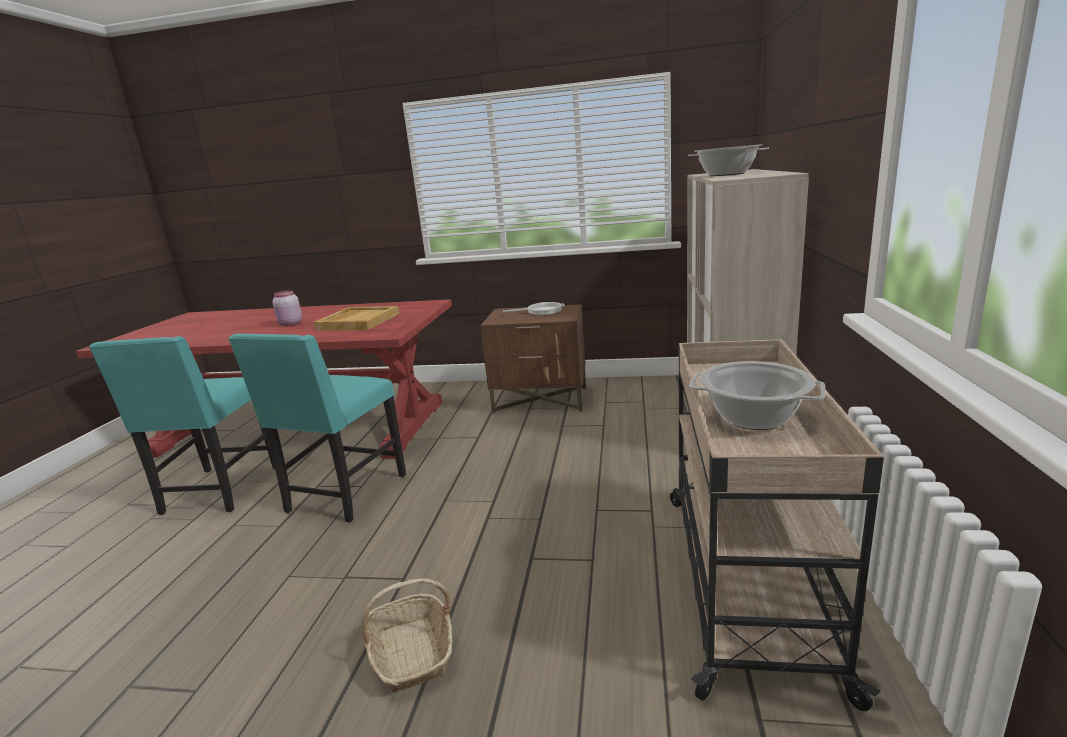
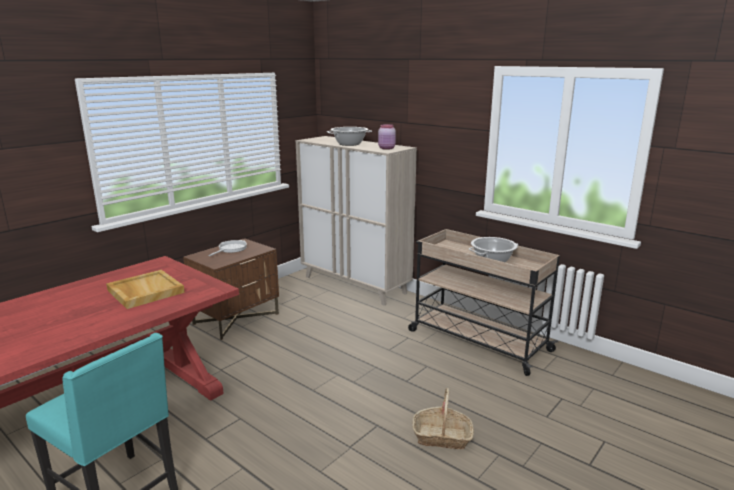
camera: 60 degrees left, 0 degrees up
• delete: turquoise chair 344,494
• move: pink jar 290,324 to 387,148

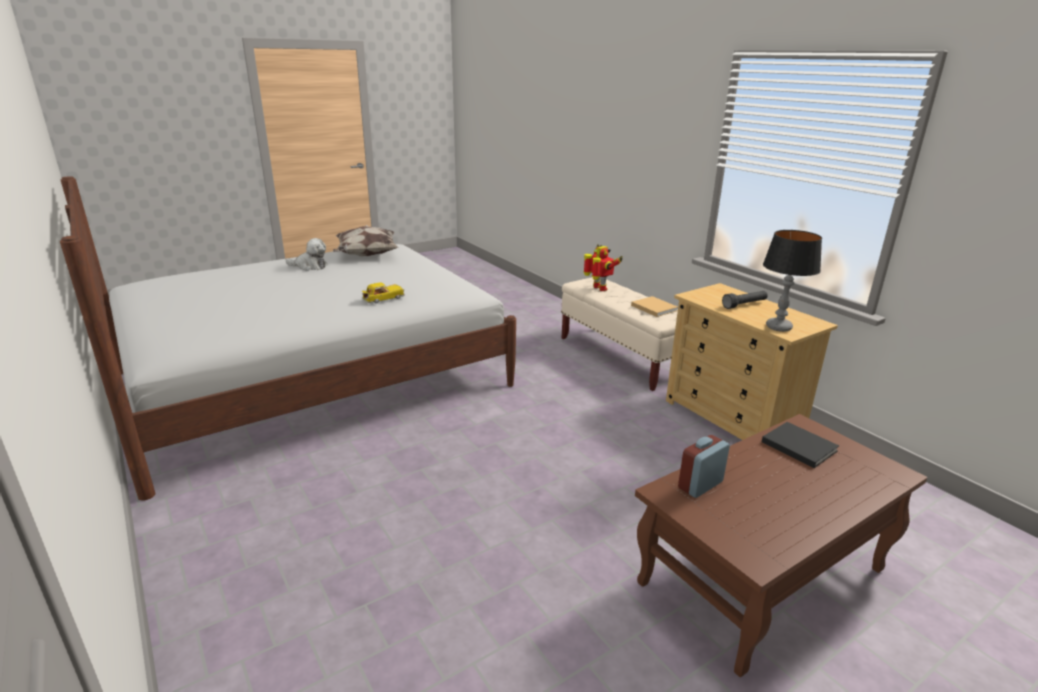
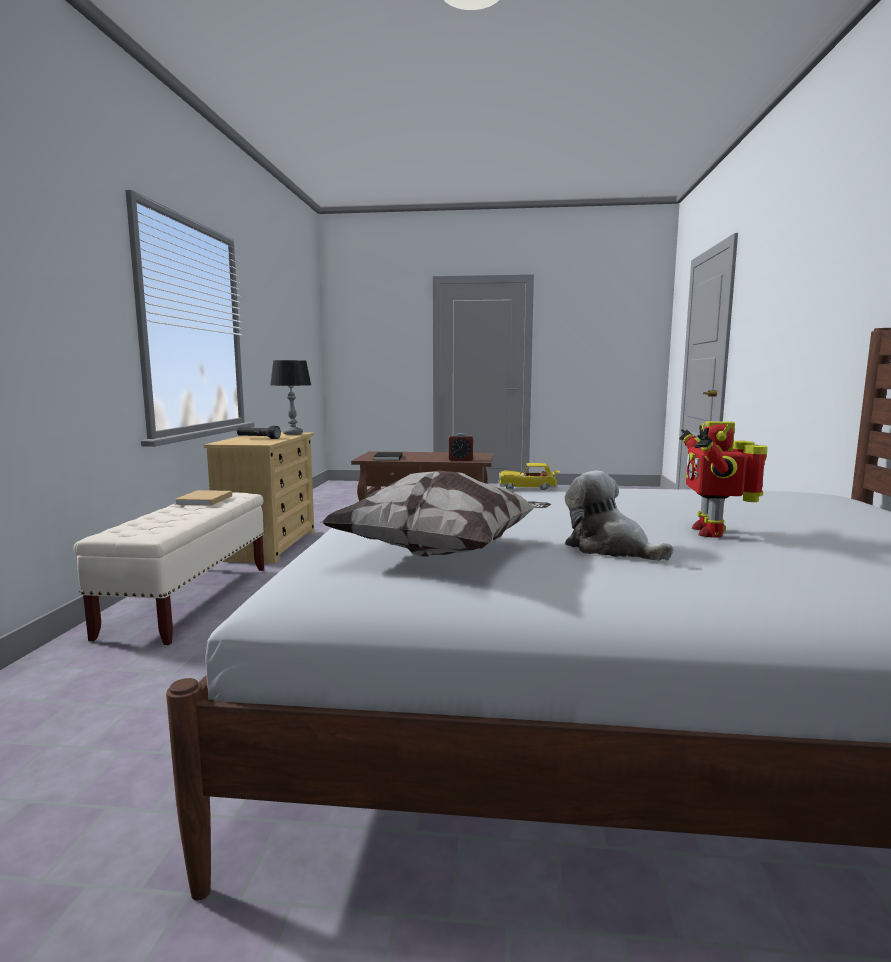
camera: 140 degrees left, 15 degrees down
• move: toy robot 599,289 to 711,532

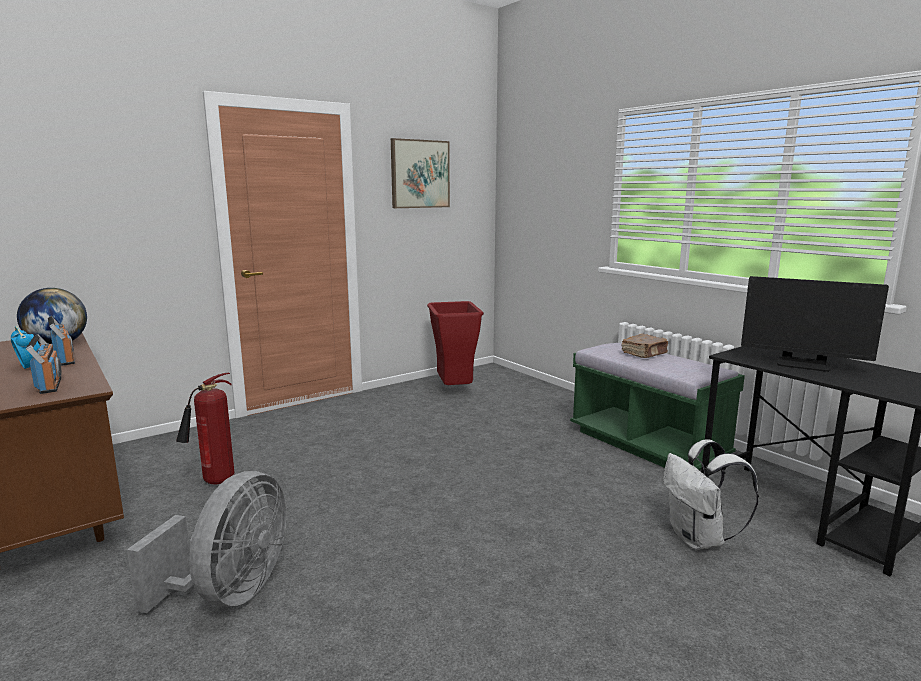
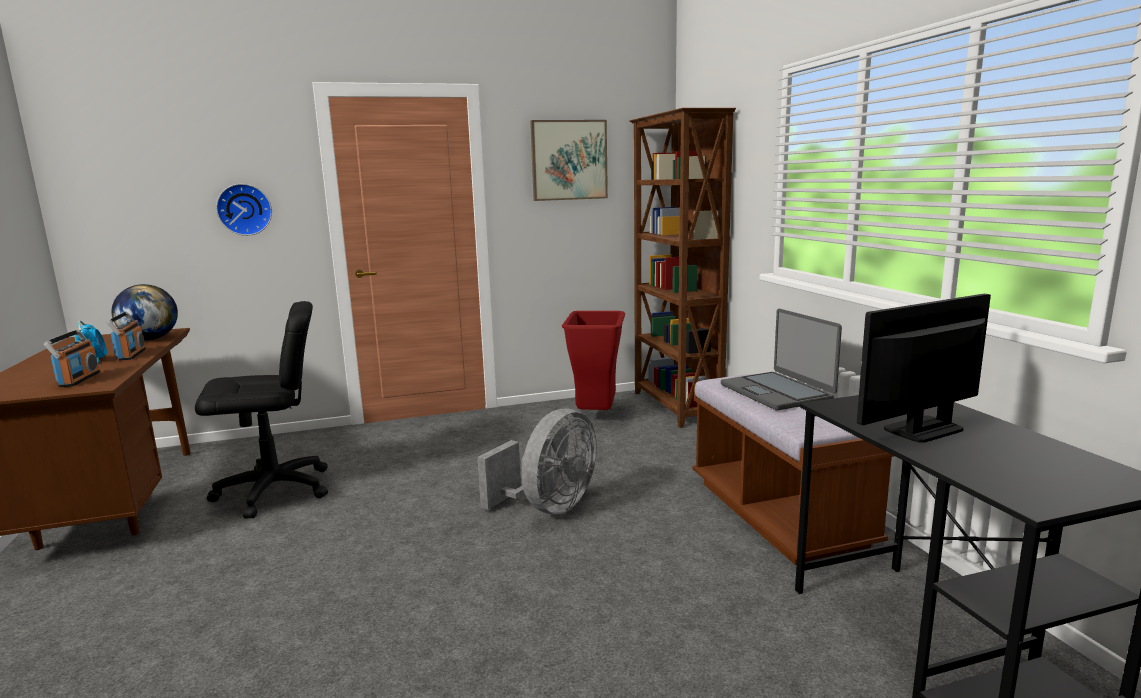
camera: 20 degrees right, 0 degrees up
• delete: white backpack 699,539
• insert: wall clock 245,209
• insert: brown bookcase 675,407
• move: grey fan 230,592 to 549,507
• replace: fire extinguisher 215,482 to black office chair 274,491
• replace: brown book 644,354 to laptop 777,392
• recolor: green bench 647,445 to brown bench 778,513
• rotate: monitor 803,365 = 923,429 105 degrees clockwise

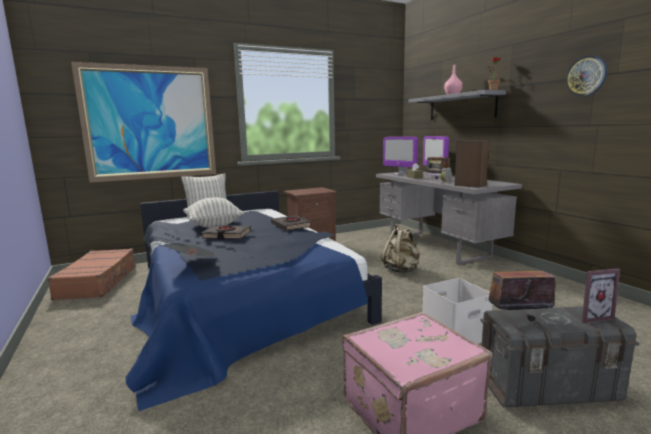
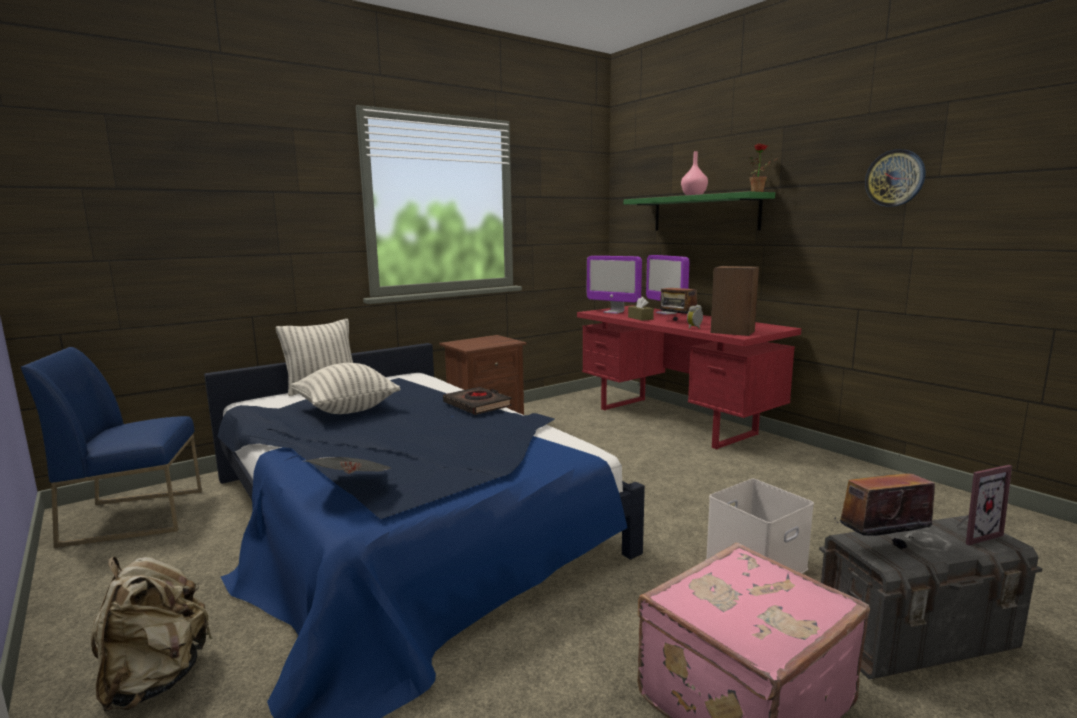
camera: 10 degrees left, 0 degrees up
• delete: picture 150,123
• delete: black book 226,235
• move: beige backpack 401,270 to 155,680
• replace: brown suitcase 99,282 to blue chair 136,516
• recolor: grey desk 437,247 to red desk 675,421
• recolor: grey shelf 461,107 to green shelf 704,213

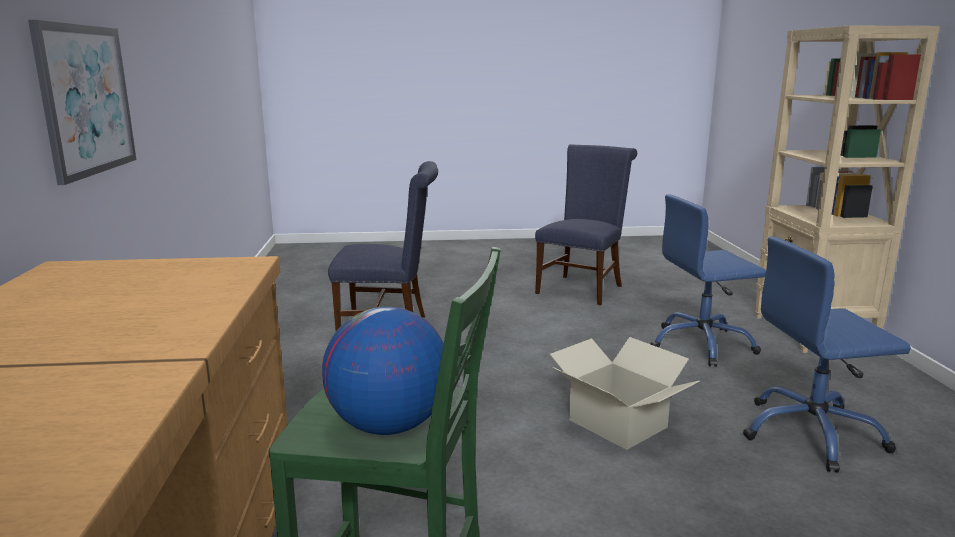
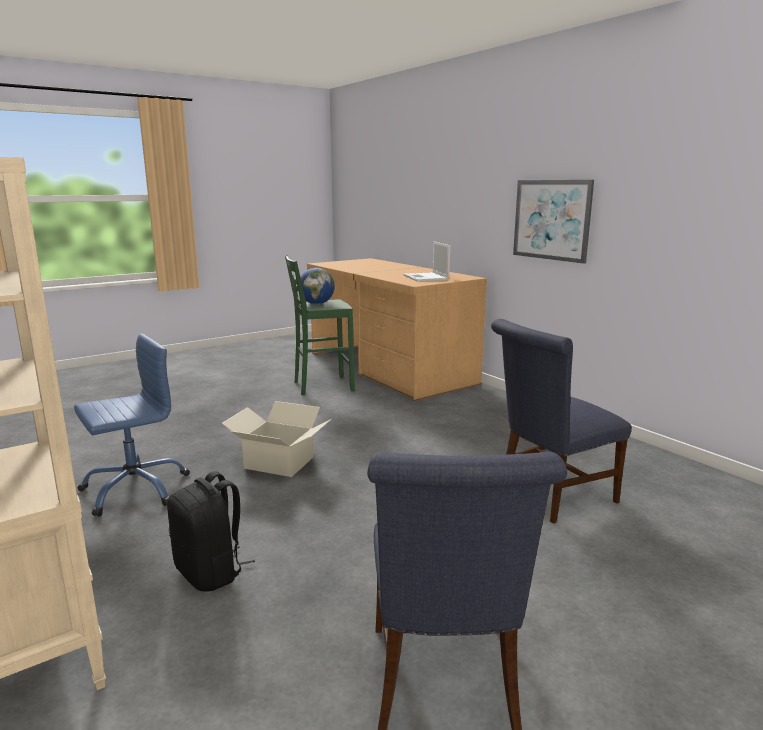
camera: 150 degrees right, 0 degrees up
• insert: laptop 426,278
• replace: blue office chair 701,345 to black backpack 211,572

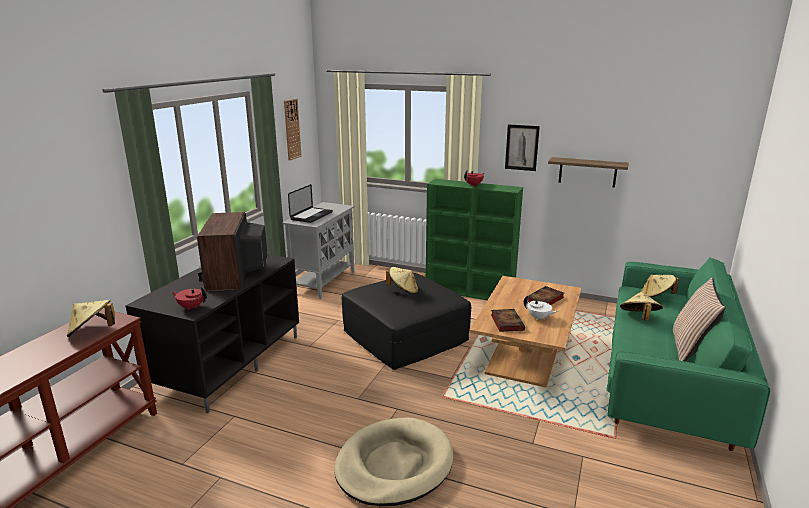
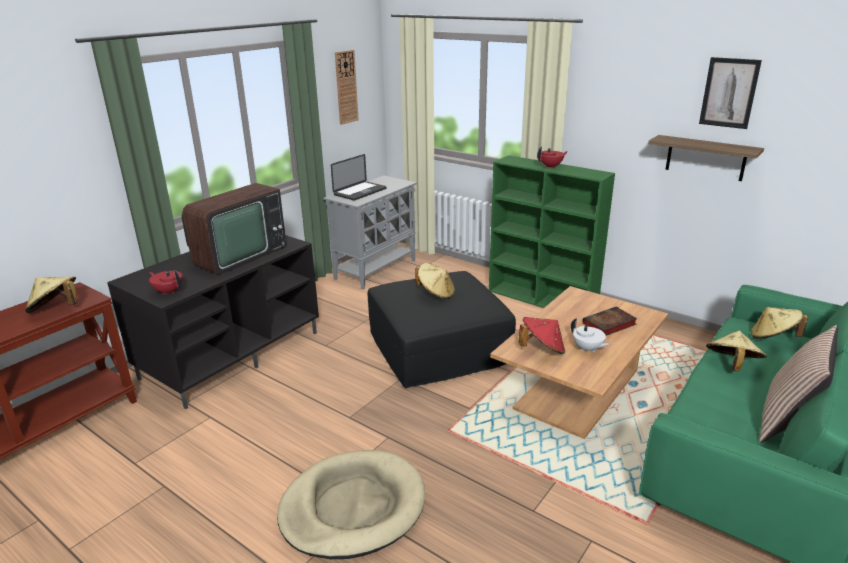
camera: 15 degrees right, 5 degrees up
• move: picture 522,147 to 729,93
• replace: book 506,322 to red hat 542,349
• rotate: television 234,273 = 236,255 150 degrees counterclockwise

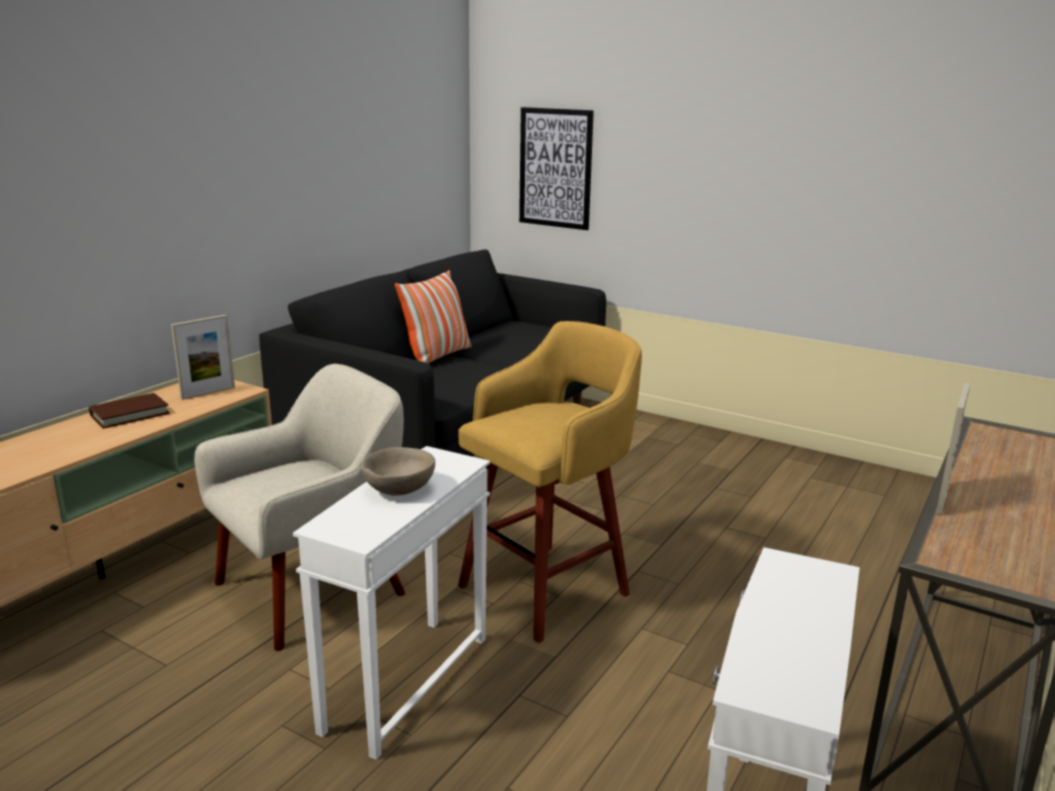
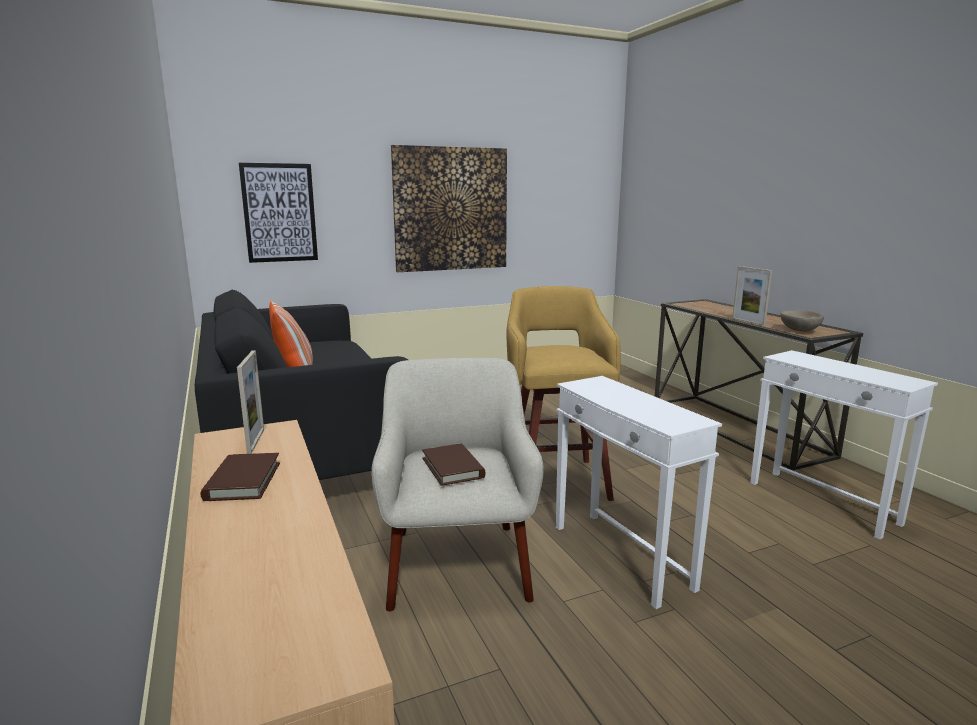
camera: 55 degrees left, 5 degrees down
• insert: picture 451,209
• insert: brown book 453,468
• move: beige bowl 399,489 to 799,330

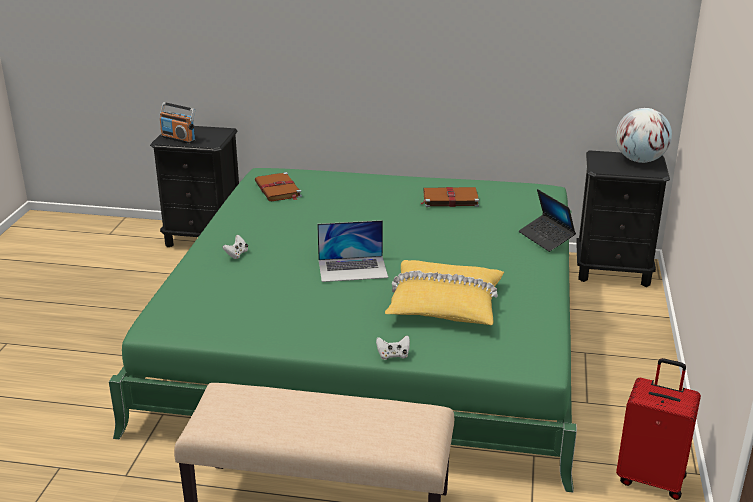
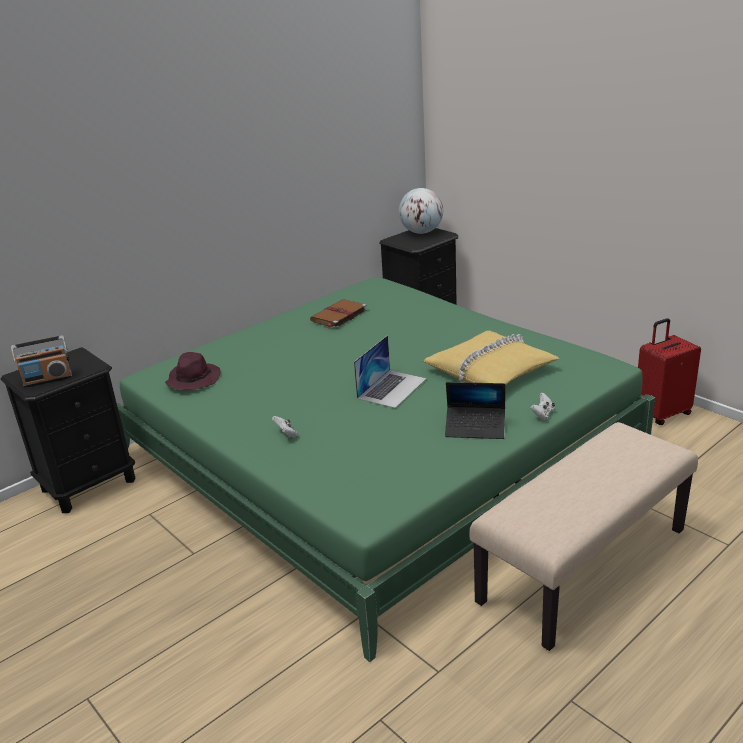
camera: 50 degrees left, 0 degrees up
• move: laptop 546,238 to 475,428
• replace: brown book 278,190 to purple hat 193,379

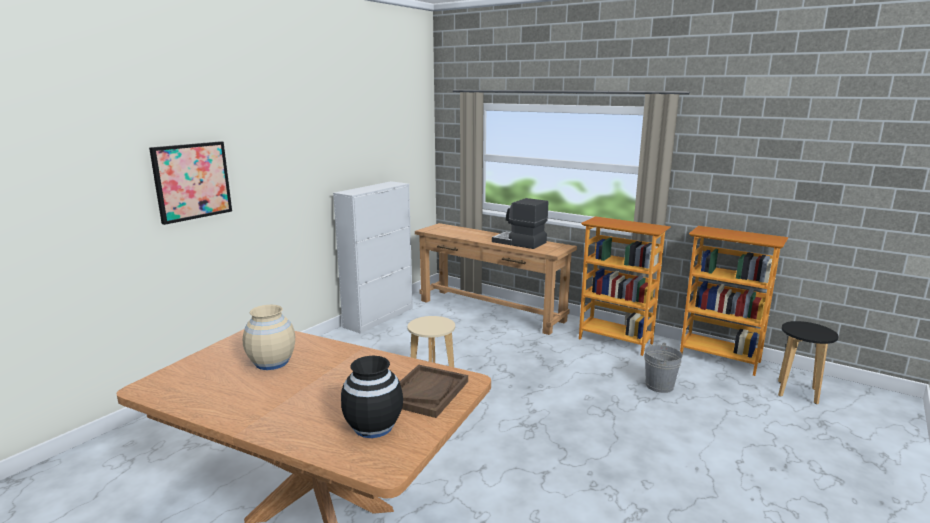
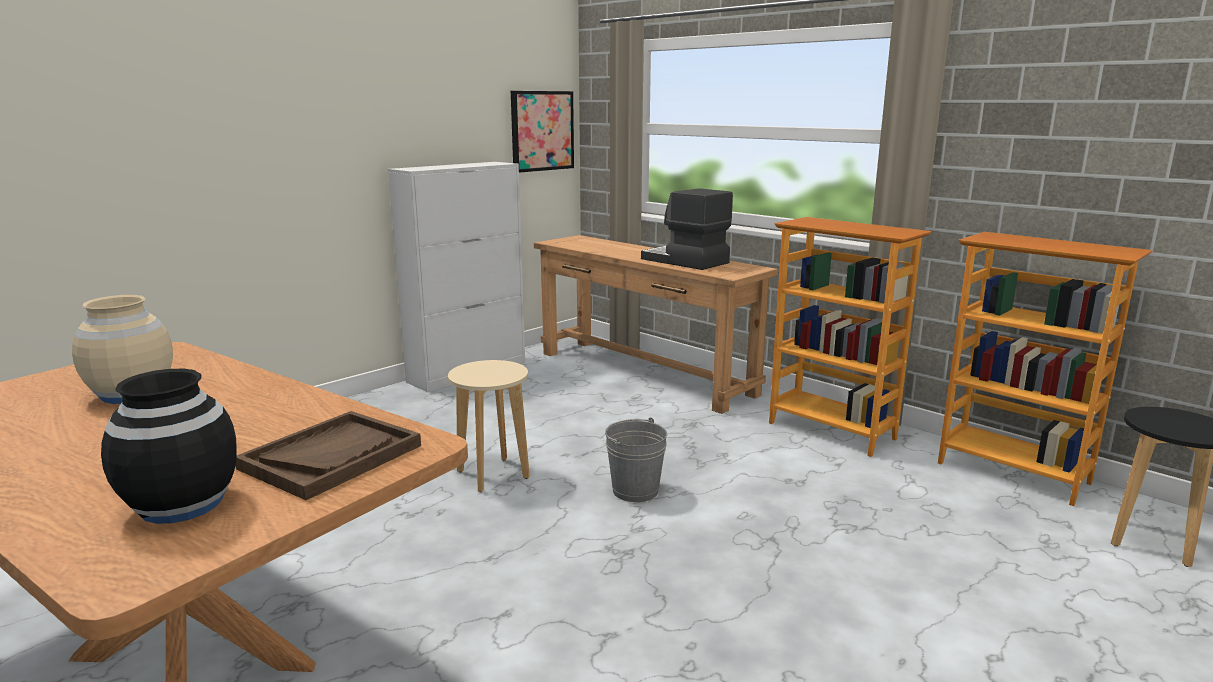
camera: 10 degrees right, 0 degrees up
• move: picture 192,181 to 542,131
• move: grey bucket 659,385 to 635,490

